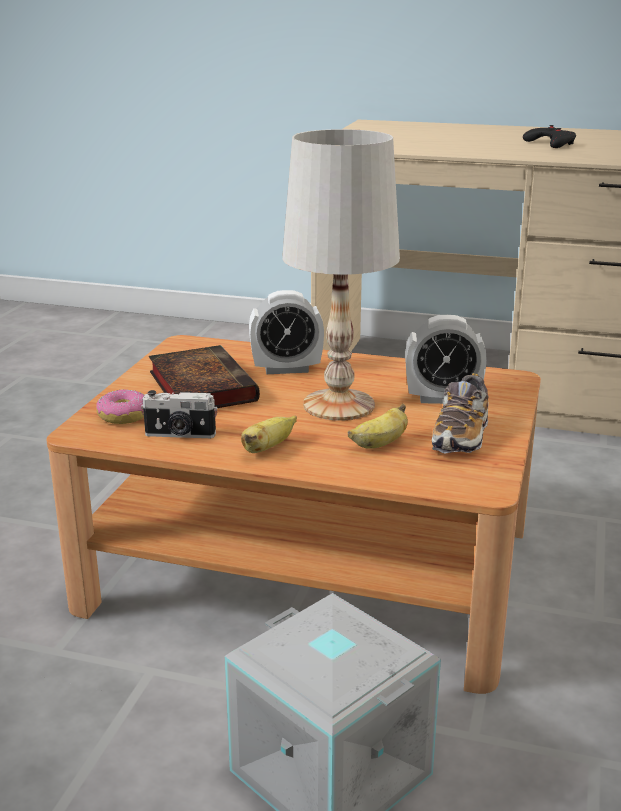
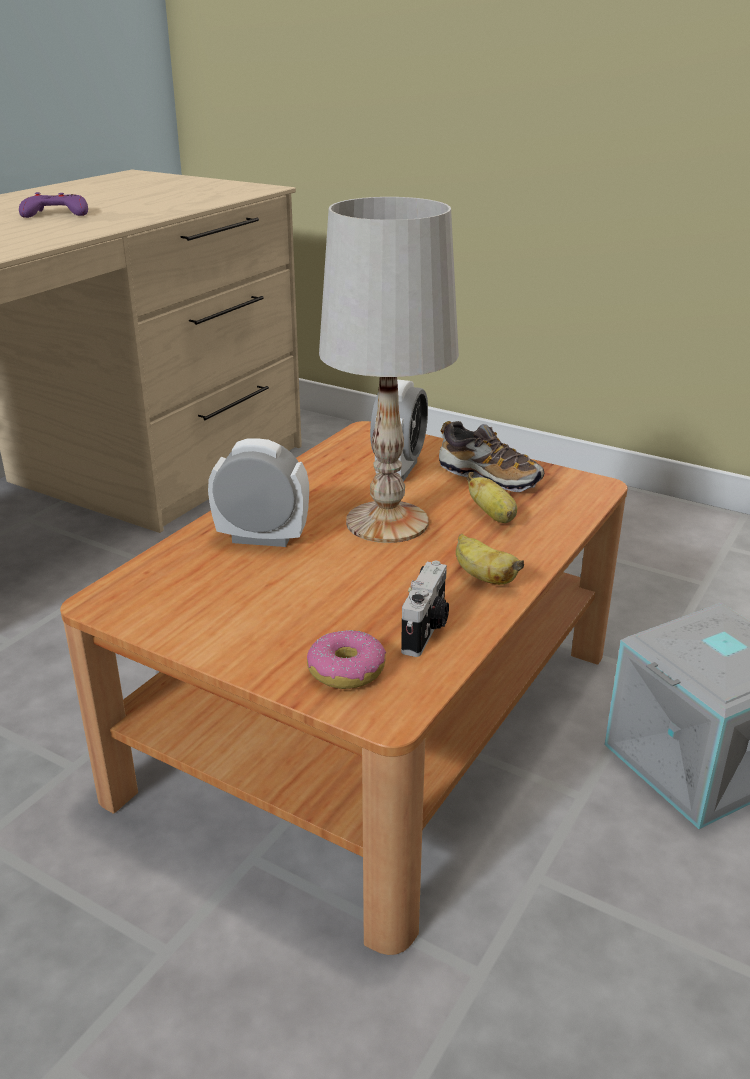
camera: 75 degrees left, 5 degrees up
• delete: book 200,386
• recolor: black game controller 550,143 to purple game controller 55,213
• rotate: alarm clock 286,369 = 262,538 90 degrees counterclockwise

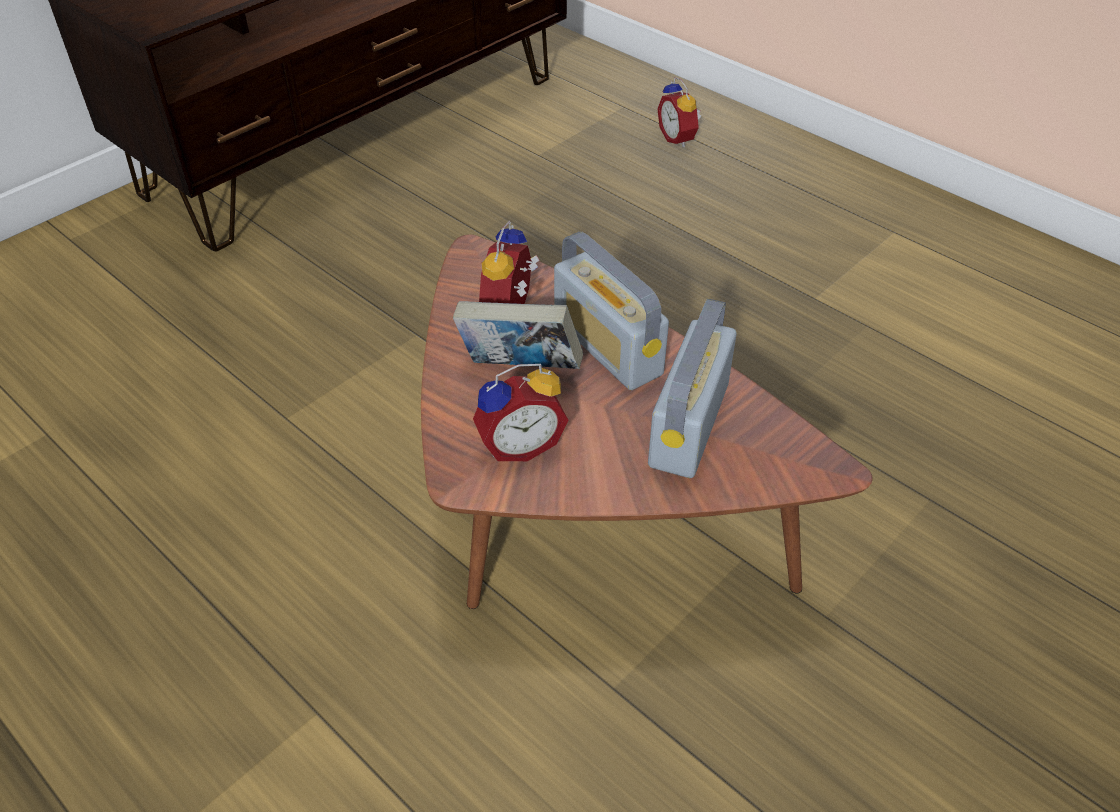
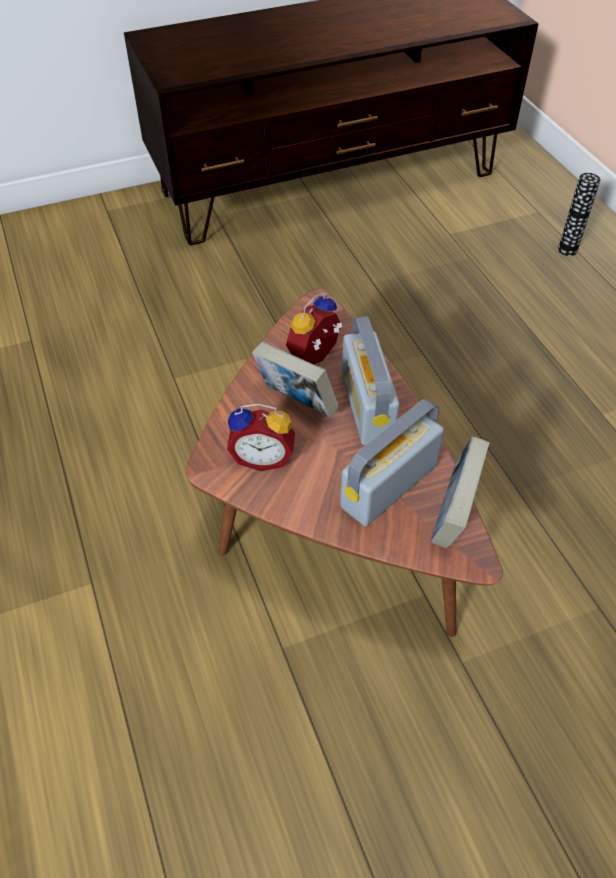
camera: 25 degrees right, 5 degrees up
• insert: book 453,515
• replace: alarm clock 679,138 to vase 567,250

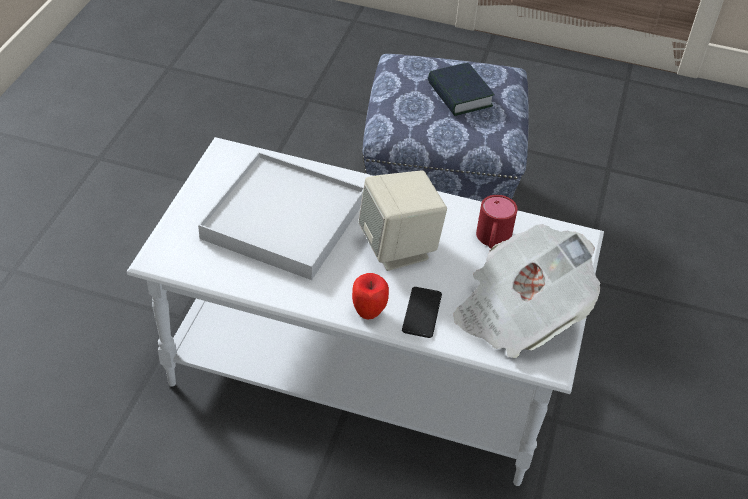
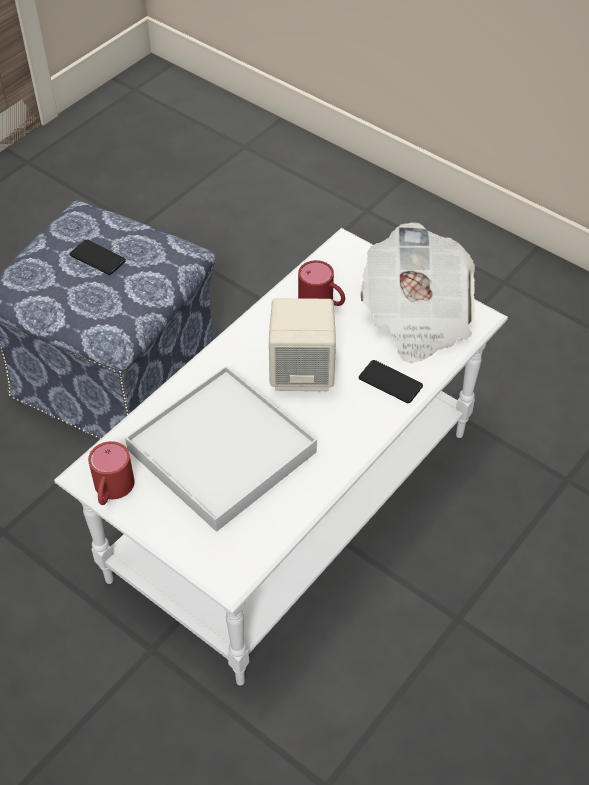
camera: 65 degrees left, 5 degrees up
• delete: apple 369,312
• insert: red mug 111,490
• replace: book 459,95 to phone 97,258

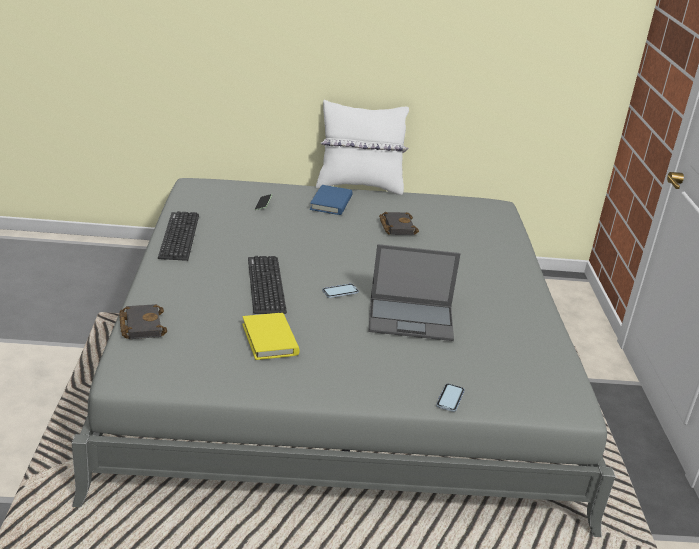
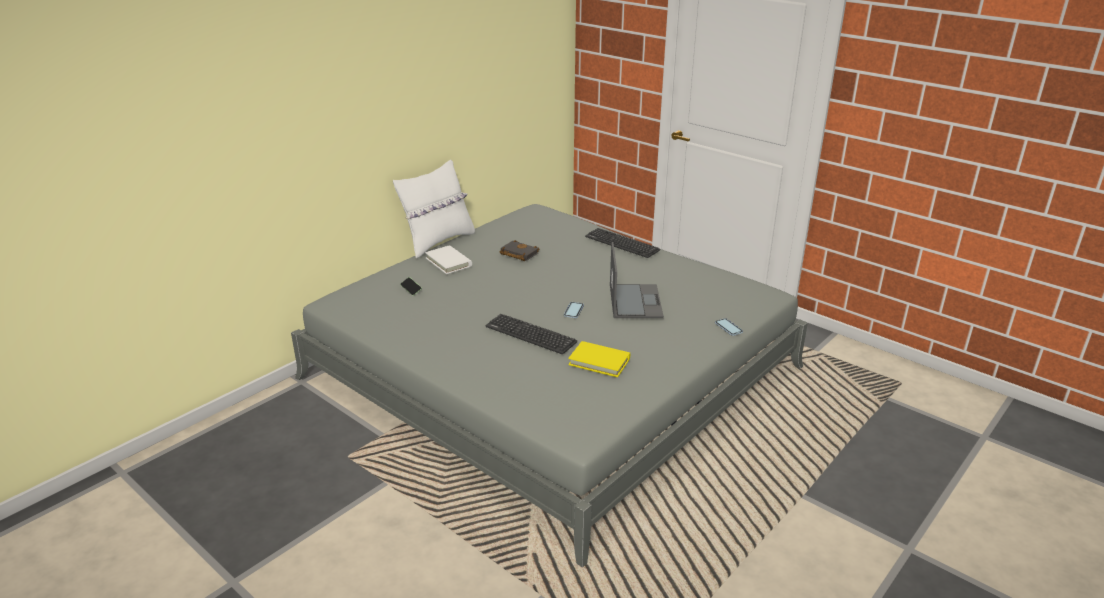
camera: 45 degrees left, 0 degrees up
• delete: black book 140,325
• move: keyboard 179,236 to 622,243
• recolor: blue book 331,203 to white book 448,262
• rotate: laptop 412,319 = 635,301 45 degrees counterclockwise

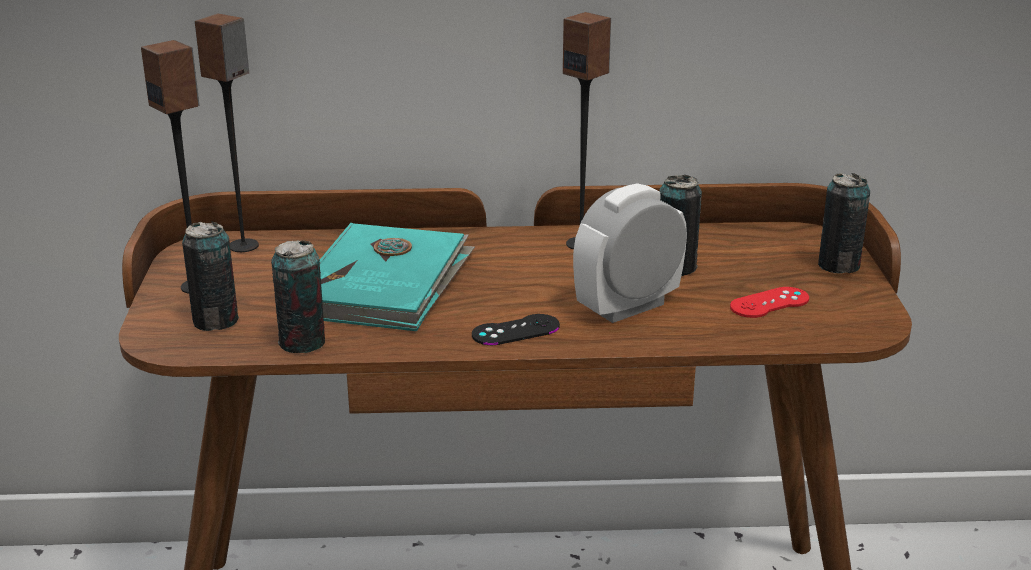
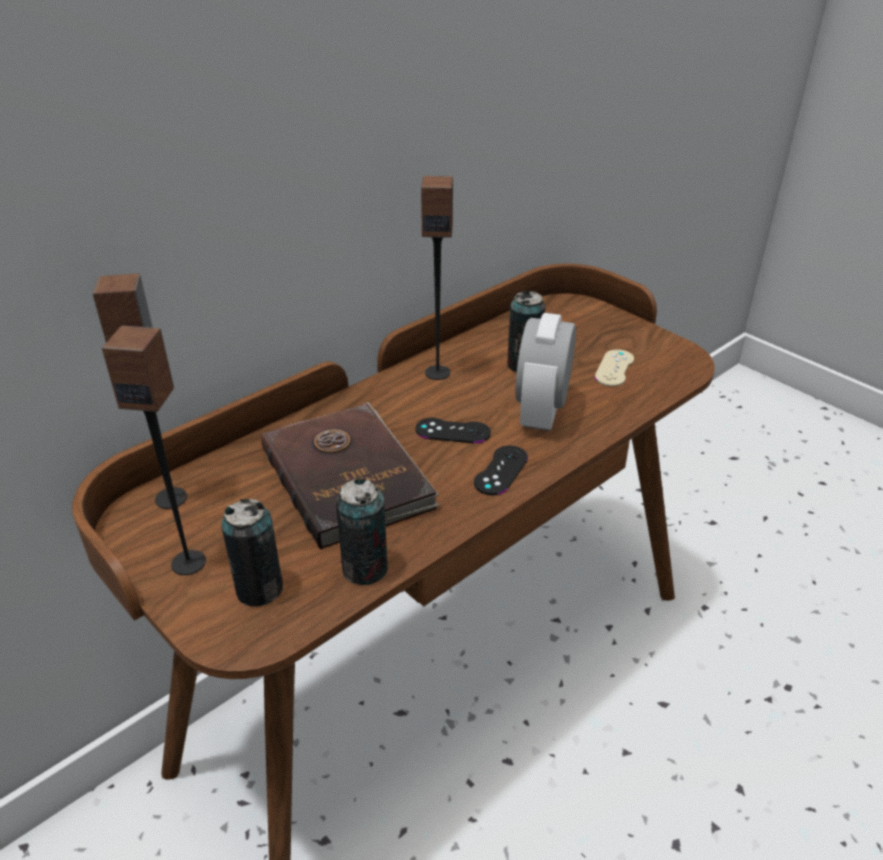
camera: 40 degrees left, 10 degrees up
• delete: can 838,265
• insert: black game controller 452,431
• recolor: turquoise book 386,283 to brown book 348,476
• recolor: red game controller 769,303 to beige game controller 614,368

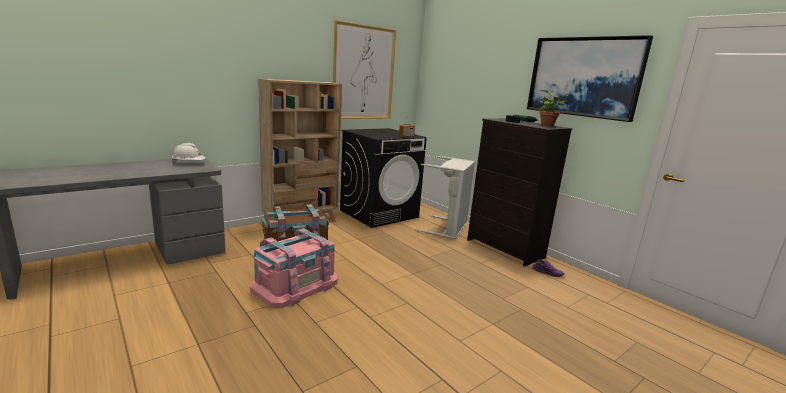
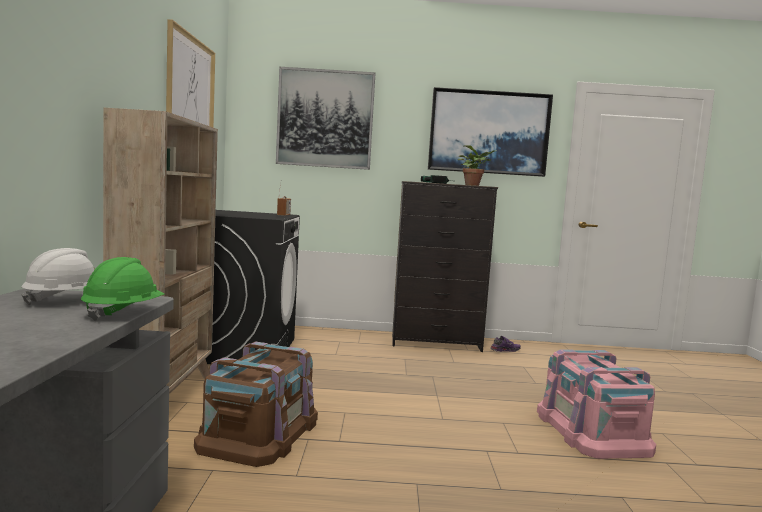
camera: 50 degrees left, 10 degrees down
• delete: grey laundry basket 448,228
• insert: green hard hat 123,313
• insert: picture 325,119
• move: pink storage box 295,285 to 591,430

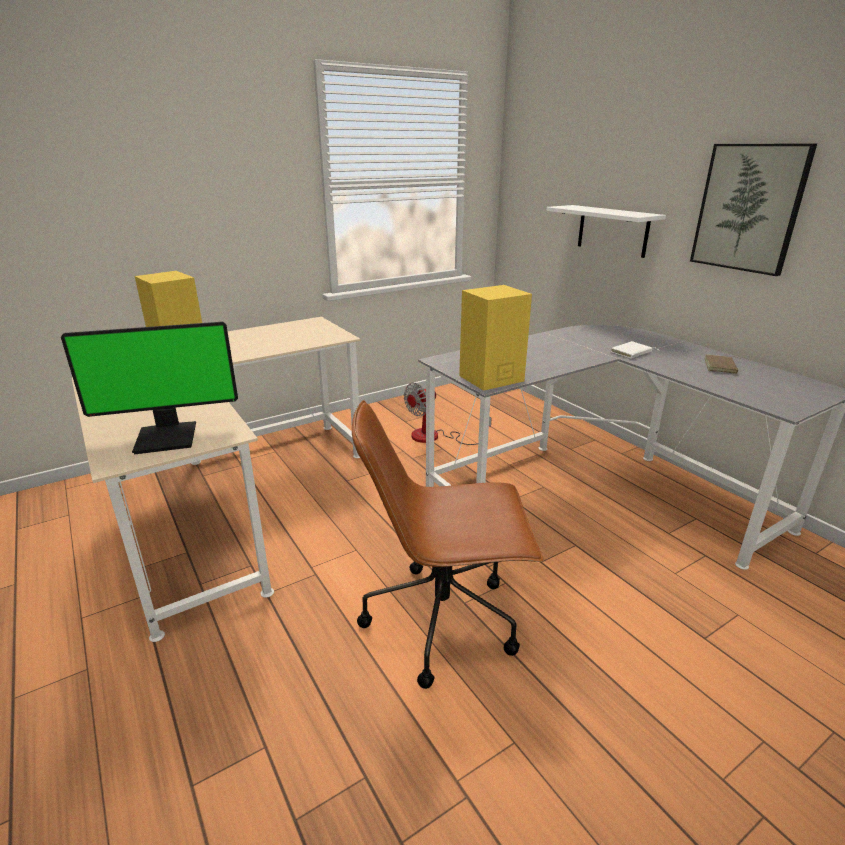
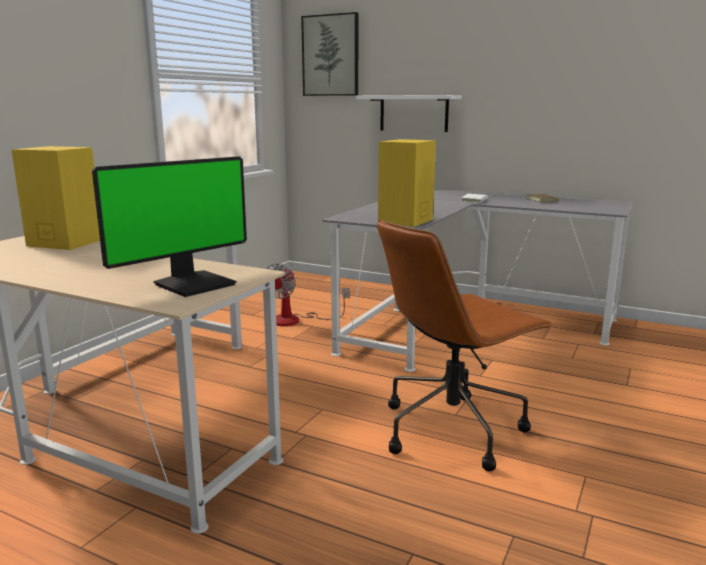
camera: 30 degrees left, 10 degrees down
• move: picture 749,208 to 331,55

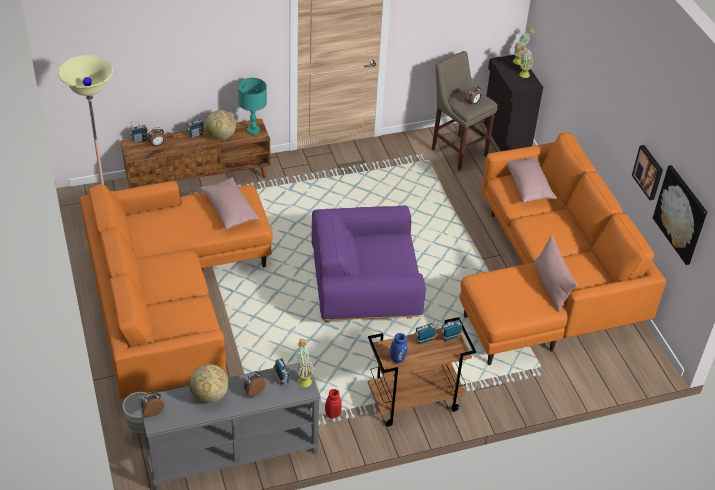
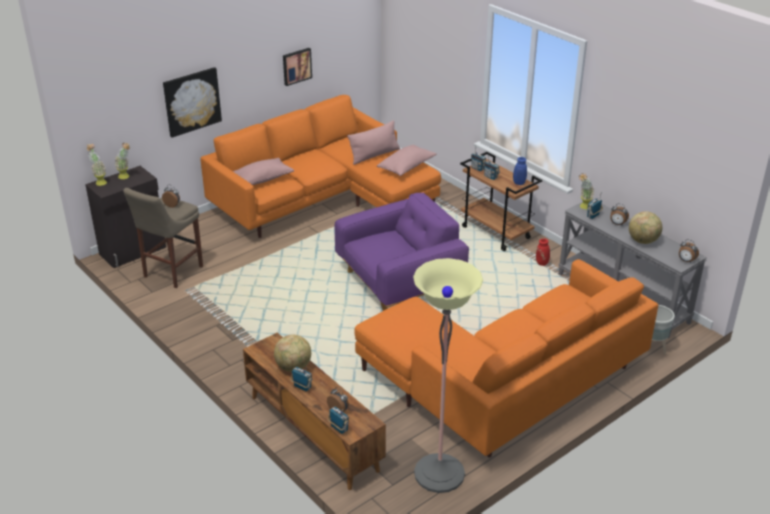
camera: 110 degrees left, 10 degrees down
• delete: turquoise table lamp 253,130
• move: pink pillow 229,210 to 406,167
• move: picture 681,214 to 192,101
• rotate: purple armchair 364,289 = 399,281 90 degrees counterclockwise

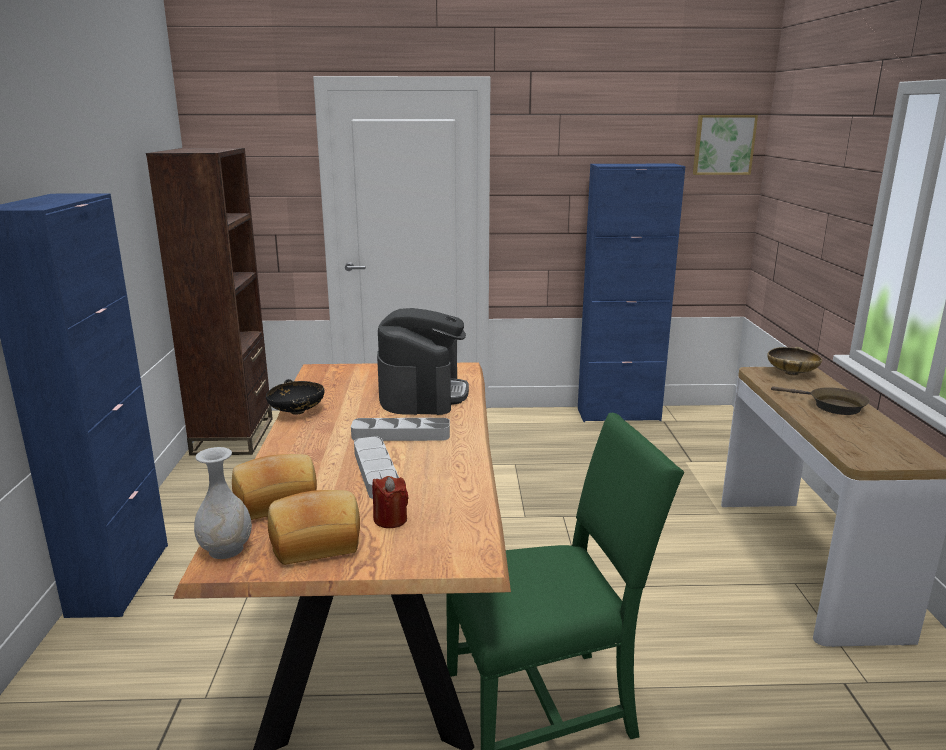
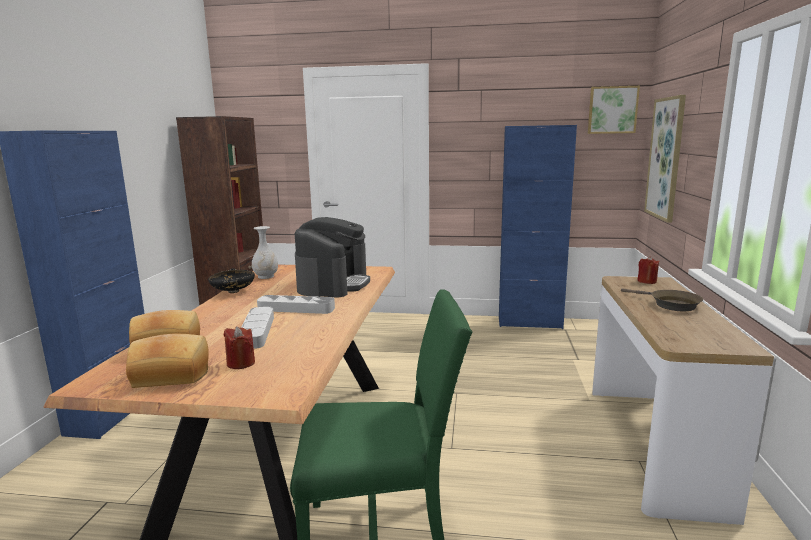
camera: 10 degrees right, 5 degrees down
• insert: picture 666,158
• move: white vase 227,549 to 266,276
• replace: beige bowl 792,373 to red candle 646,281

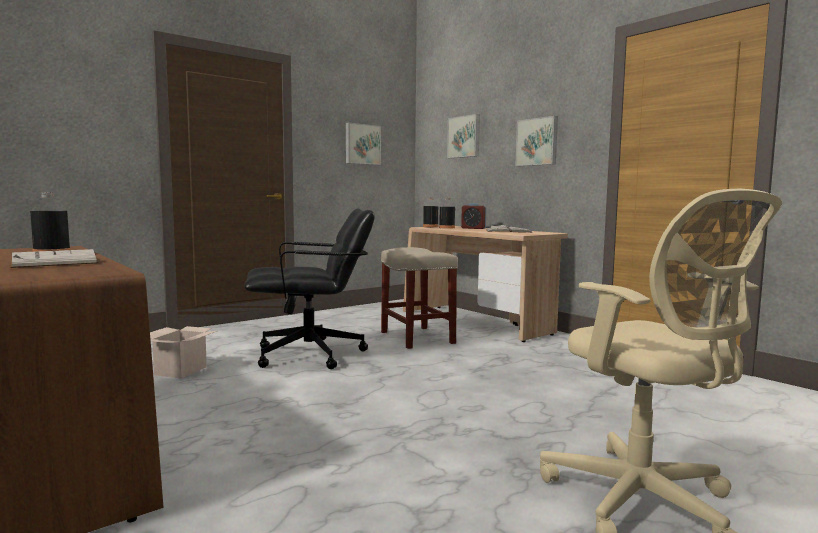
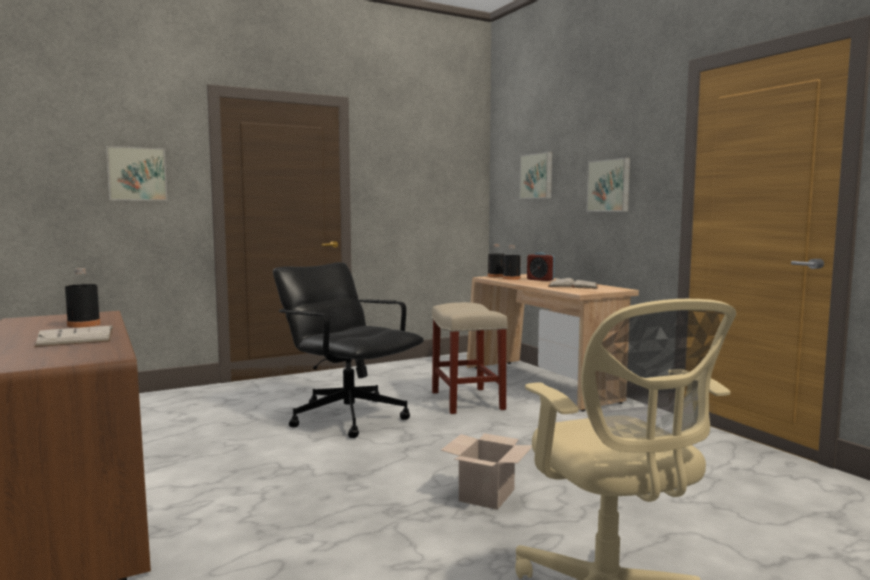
camera: 10 degrees right, 0 degrees up
• move: cardboard box 181,370 to 486,494
• move: picture 362,144 to 137,174
• rotate: black office chair 311,355 = 348,417 135 degrees counterclockwise

